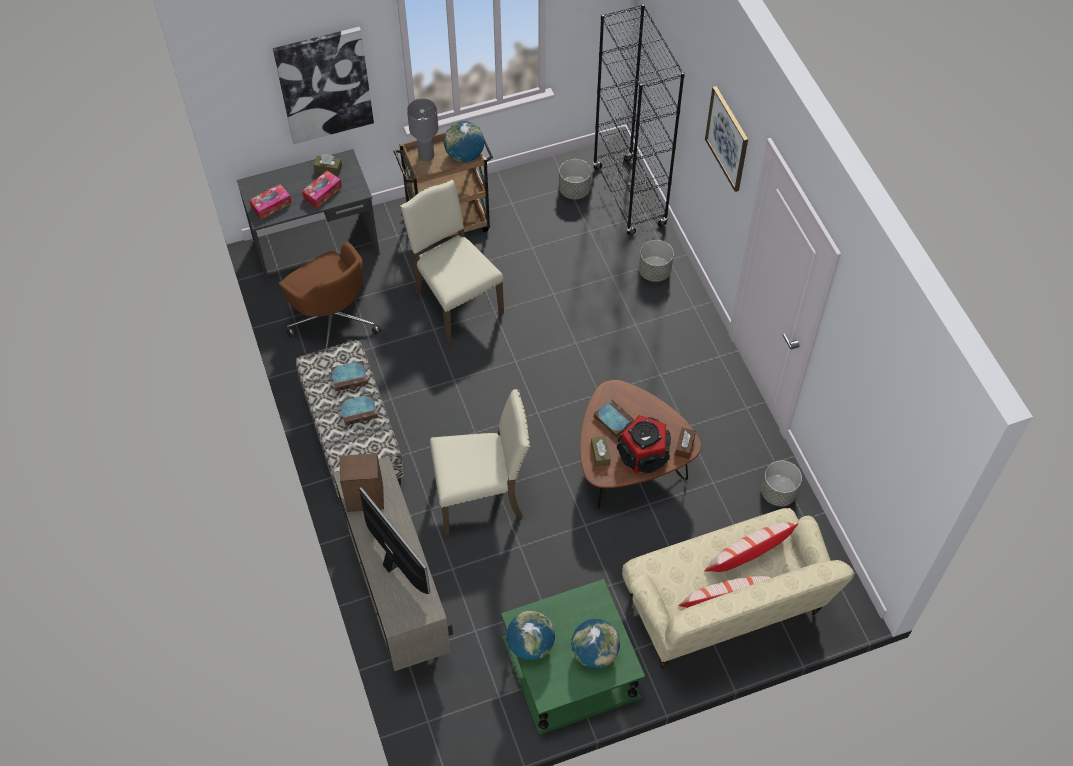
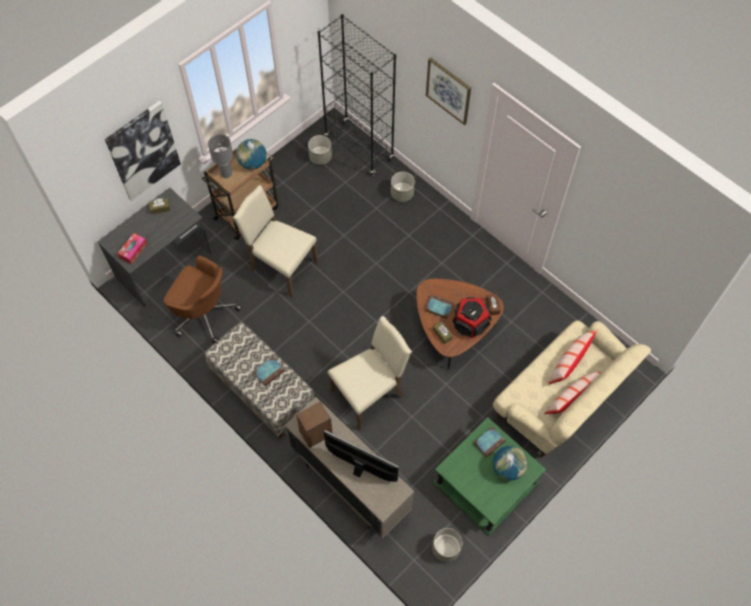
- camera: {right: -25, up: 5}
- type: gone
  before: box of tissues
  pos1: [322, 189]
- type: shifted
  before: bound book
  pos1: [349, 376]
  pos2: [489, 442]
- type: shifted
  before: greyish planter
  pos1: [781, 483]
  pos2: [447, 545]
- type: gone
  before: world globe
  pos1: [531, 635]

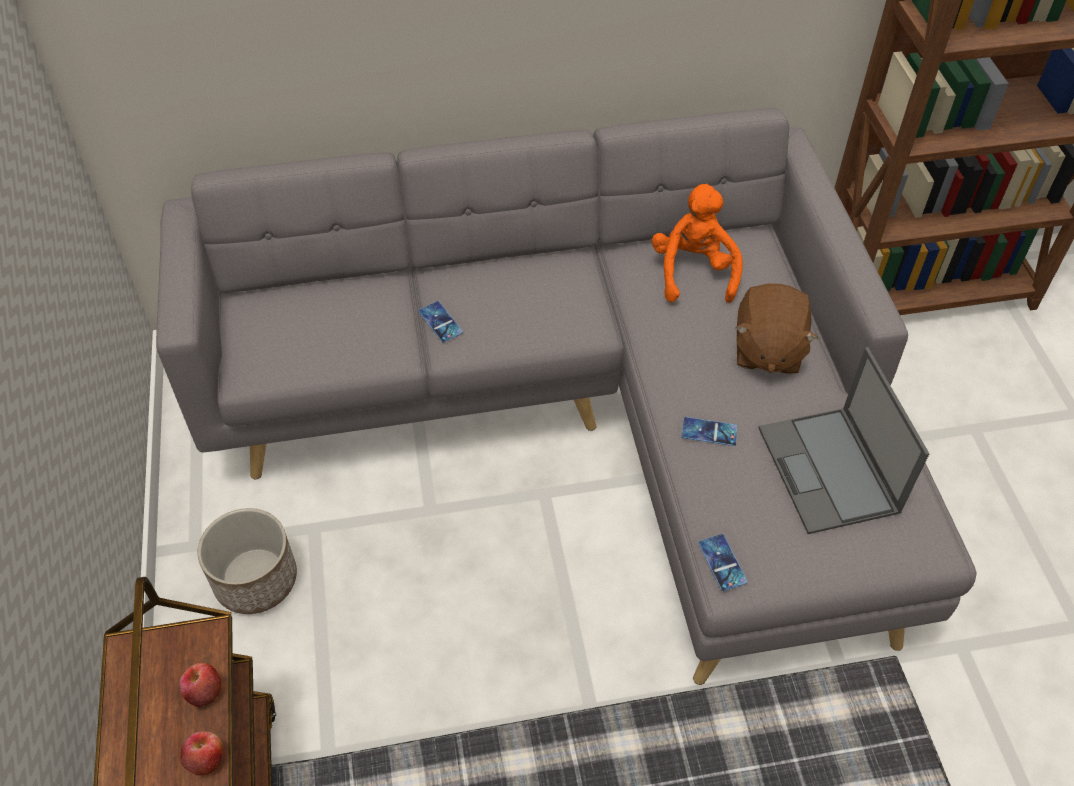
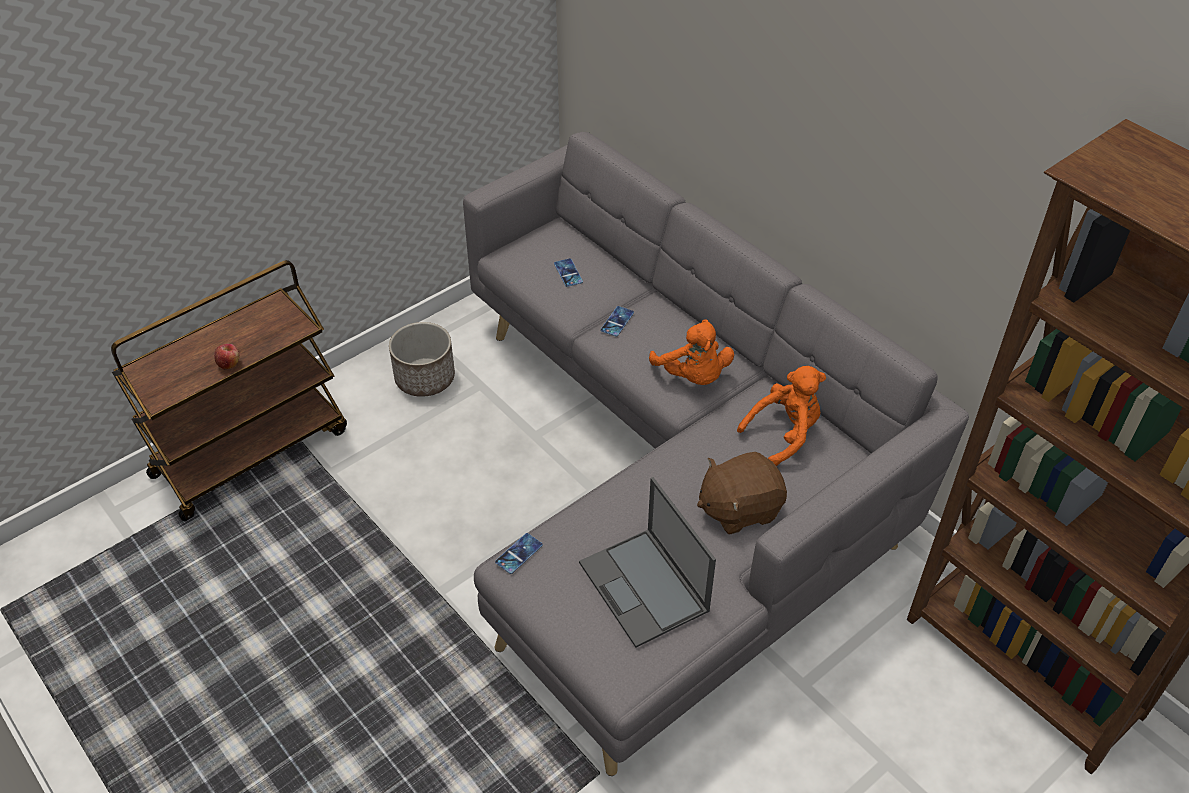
- camera: {right: 60, up: -5}
- type: rotated
  before: laptop
  pos1: [844, 440]
  pos2: [647, 562]
  turn: -75
- type: shifted
  before: handset
  pos1: [710, 431]
  pos2: [568, 272]
- type: gone
  before: whole apple
  pos1: [200, 685]
- type: new
  after: orangey plush toy
  pos2: [691, 352]

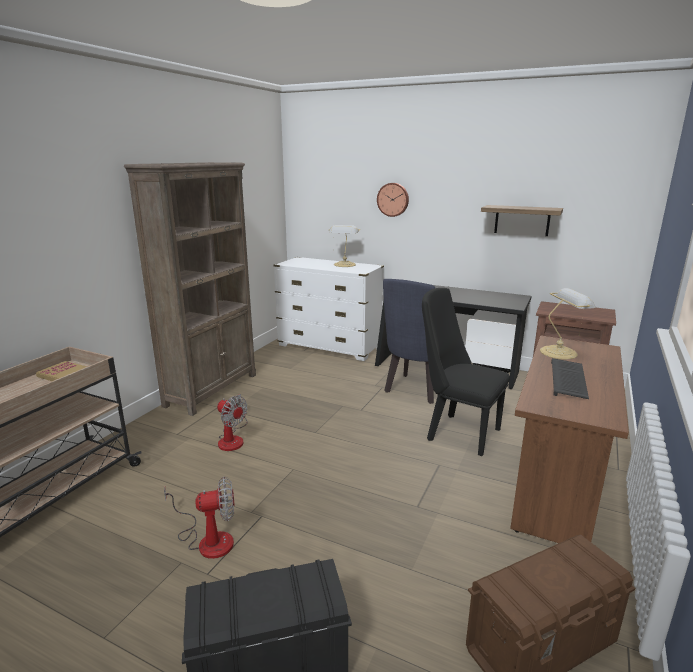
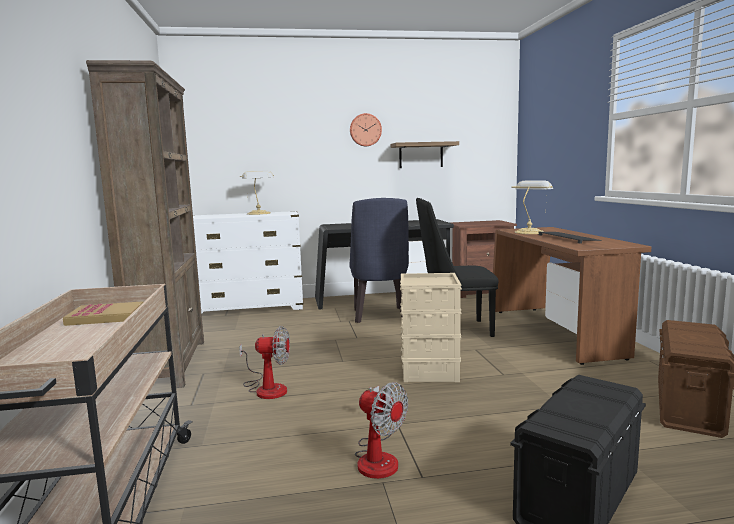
- camera: {right: -35, up: -10}
- type: shifted
  before: clock on the wall
  pos1: [393, 200]
  pos2: [366, 129]
- type: rotated
  before: electric fan
  pos1: [199, 518]
  pos2: [381, 430]
  turn: 90
- type: new
  after: beige-coloured storage box
  pos2: [431, 327]

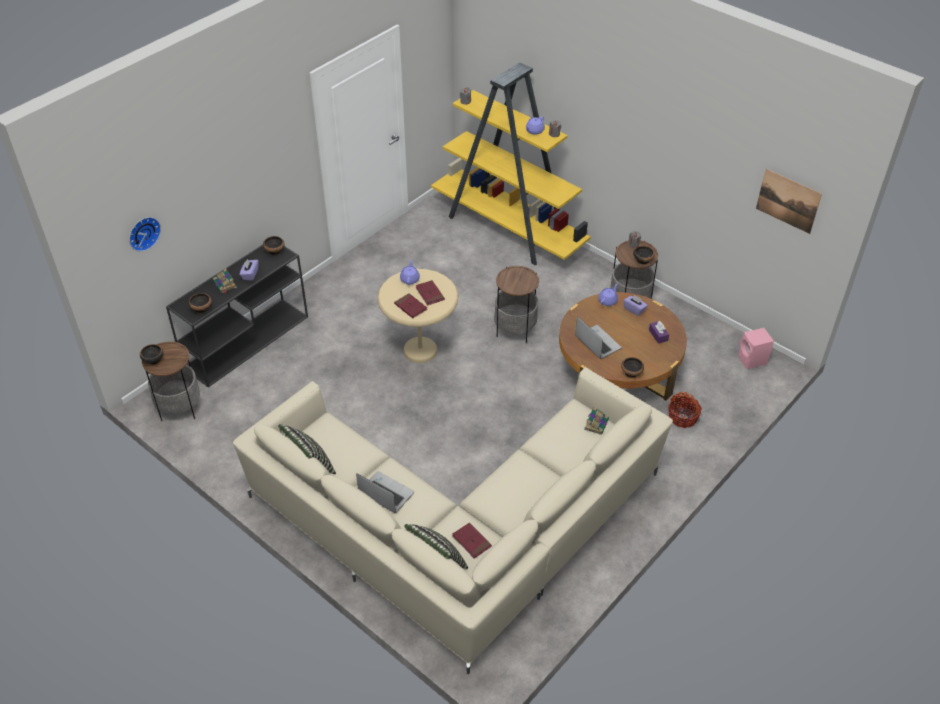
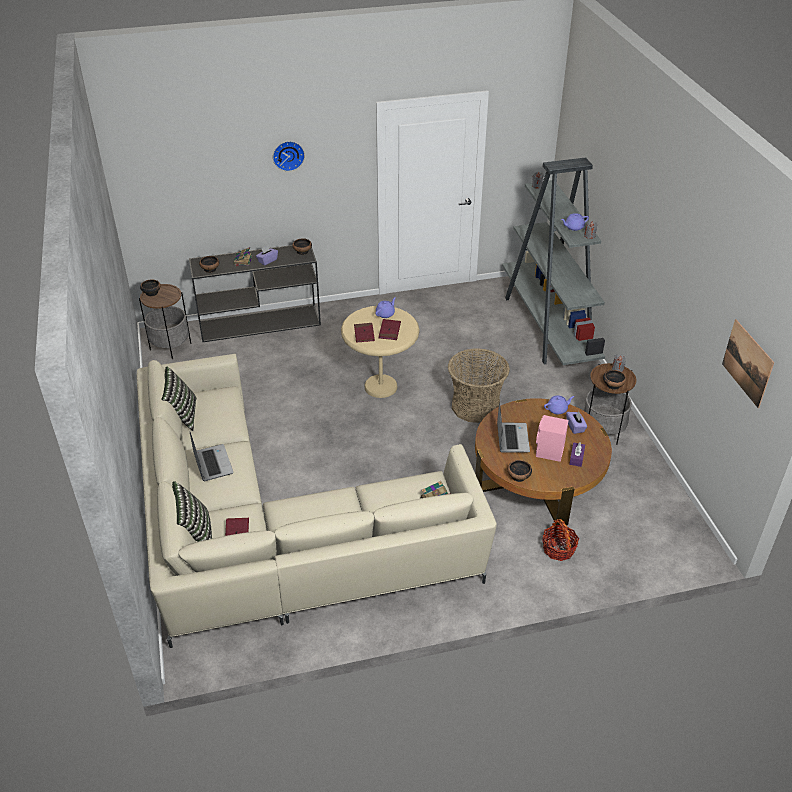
- camera: {right: 35, up: -5}
- type: repainted
  before: yellowish shelving unit
  after: greyish shelving unit
  pos1: [511, 164]
  pos2: [553, 261]
- type: shifted
  before: clock on the wall
  pos1: [145, 234]
  pos2: [289, 156]
- type: swapped
  before: side table
  after: household basket
  pos1: [516, 304]
  pos2: [479, 385]
- type: shifted
  before: pink speaker
  pos1: [756, 348]
  pos2: [552, 438]

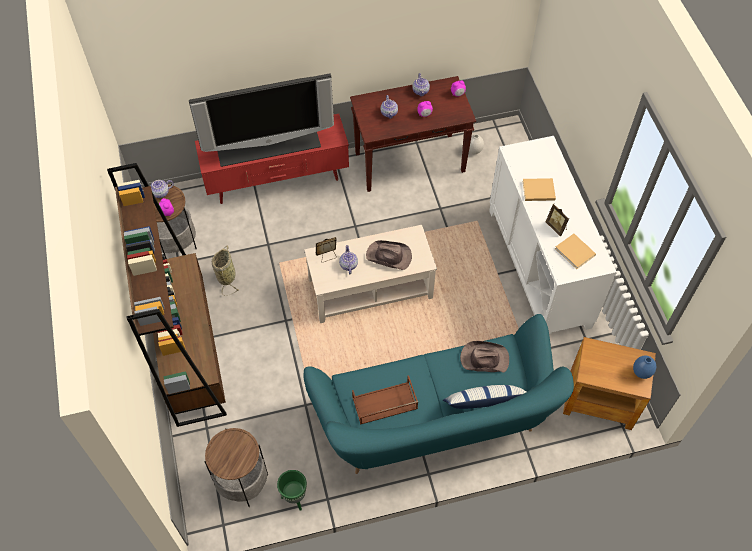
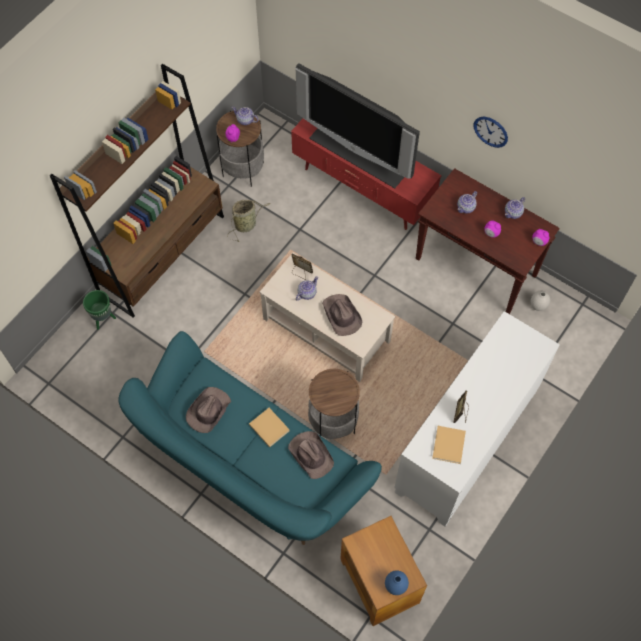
- camera: {right: 50, up: 5}
- type: shifted
  before: beige-coloured bound book
  pos1: [539, 189]
  pos2: [269, 427]
- type: swapped
  before: brownish tray
  after: brownish clothing hat
  pos1: [385, 400]
  pos2: [208, 410]
- type: gone
  before: pillow
  pos1: [485, 397]
- type: shifted
  before: side table
  pos1: [236, 467]
  pos2: [334, 404]
- type: shifted
  before: green-coloured planter
  pos1: [292, 490]
  pos2: [99, 310]
- type: new
  after: clock on the wall
  pos2: [491, 132]

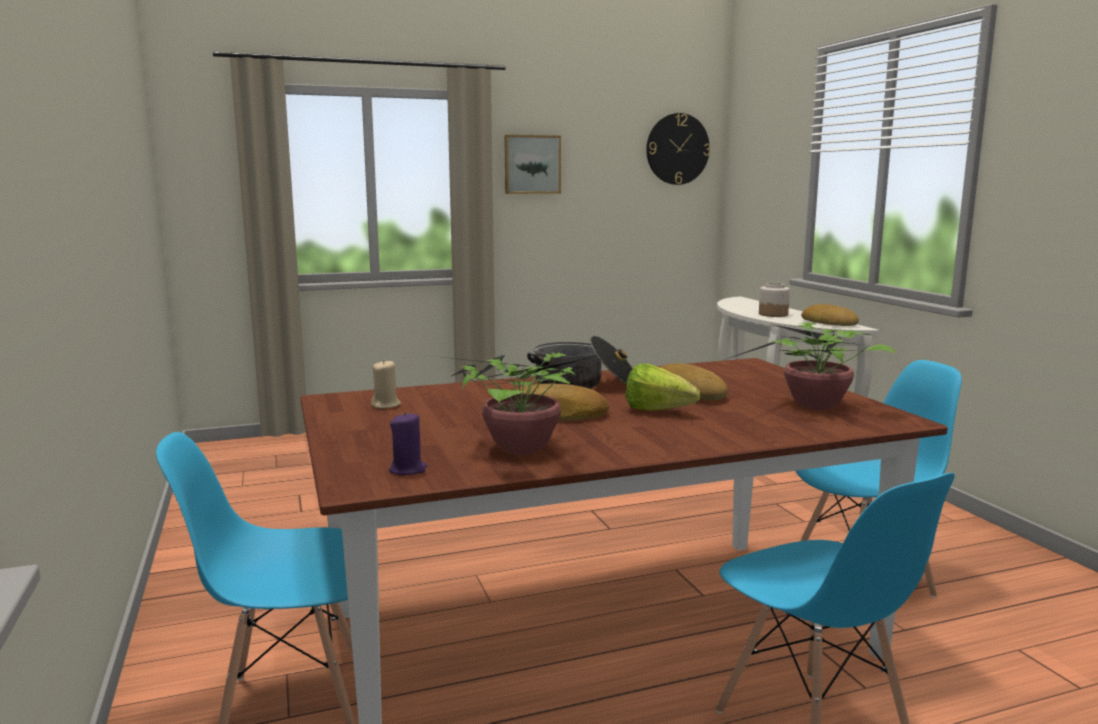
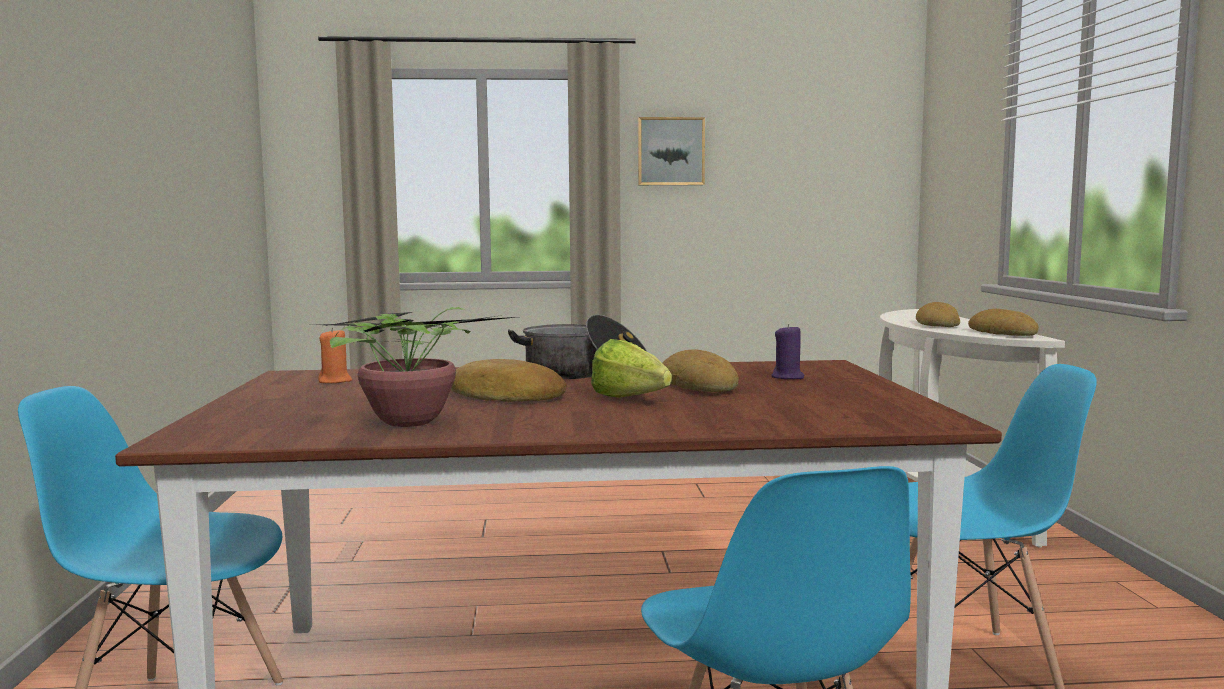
- camera: {right: 15, up: -5}
- type: gone
  before: clock on the wall
  pos1: [678, 149]
- type: swapped
  before: jar
  after: bread
  pos1: [774, 300]
  pos2: [938, 314]
- type: gone
  before: potted plant
  pos1: [811, 366]
- type: repainted
  before: beige-coloured candle
  after: orangey candle
  pos1: [386, 384]
  pos2: [335, 355]
- type: shifted
  before: purple candle
  pos1: [408, 443]
  pos2: [787, 351]

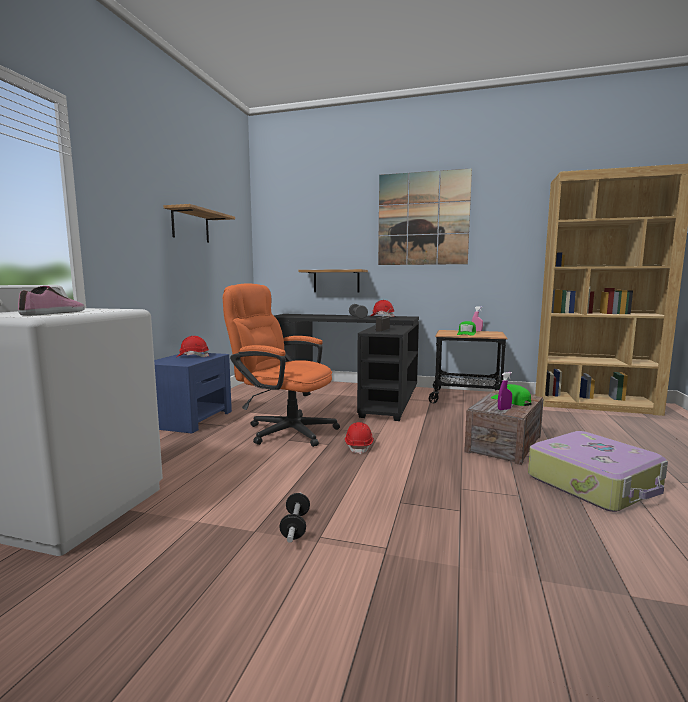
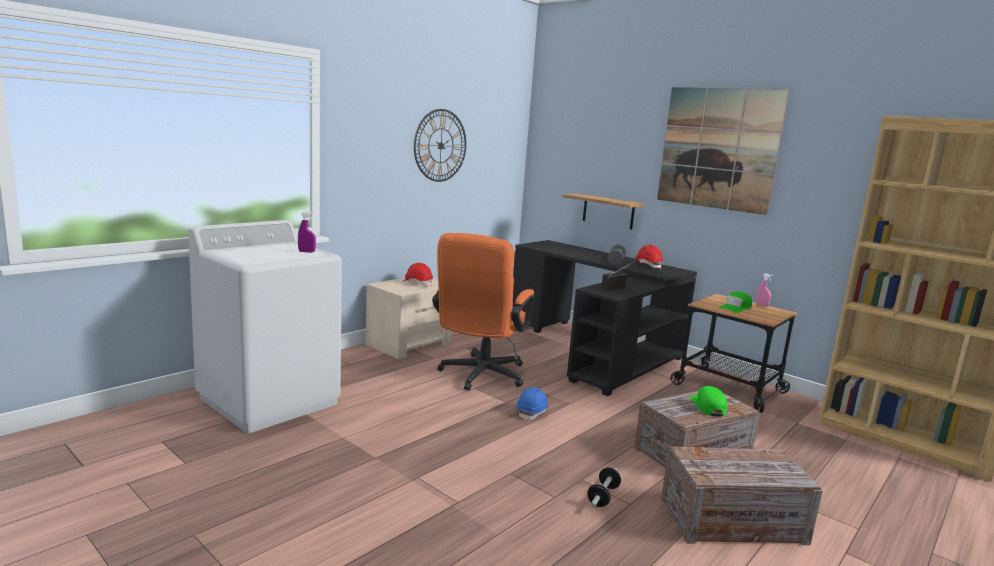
- camera: {right: 25, up: 5}
- type: swapped
  before: bracket shelf
  after: clock on the wall
  pos1: [199, 223]
  pos2: [440, 145]
- type: rotated
  before: orangey desk chair
  pos1: [281, 365]
  pos2: [483, 312]
  turn: -120
- type: gone
  before: shoe
  pos1: [51, 301]
- type: repainted
  before: blue nightstand
  after: beige-coloured nightstand
  pos1: [193, 393]
  pos2: [409, 318]
- type: shifted
  before: purple spray bottle
  pos1: [505, 391]
  pos2: [307, 232]
- type: repainted
  before: red-coloured work helmet
  after: blue work helmet
  pos1: [359, 438]
  pos2: [533, 404]
- type: swapped
  before: piece of luggage
  after: packing crate
  pos1: [598, 471]
  pos2: [741, 495]
- type: shifted
  before: free weight
  pos1: [294, 518]
  pos2: [604, 487]

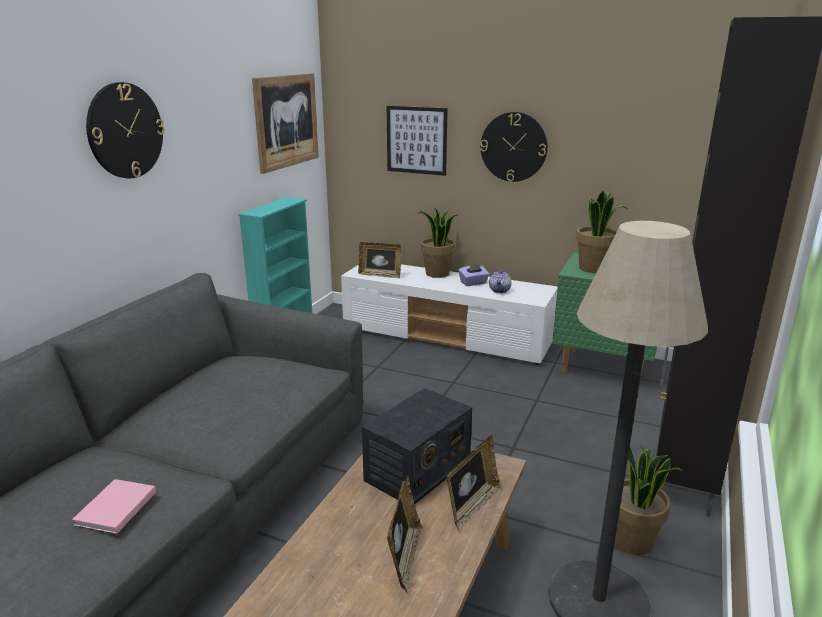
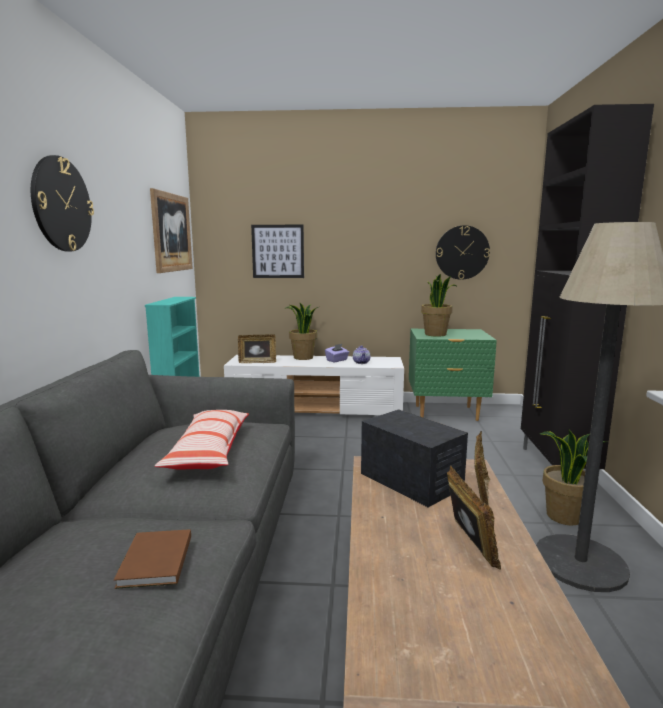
- camera: {right: -20, up: -10}
- type: shifted
  before: clock on the wall
  pos1: [514, 147]
  pos2: [463, 252]
- type: rotated
  before: radio receiver
  pos1: [417, 446]
  pos2: [414, 458]
  turn: -60
- type: repainted
  before: pink bound book
  after: brownish bound book
  pos1: [114, 506]
  pos2: [152, 559]
- type: new
  after: pillow
  pos2: [202, 440]

